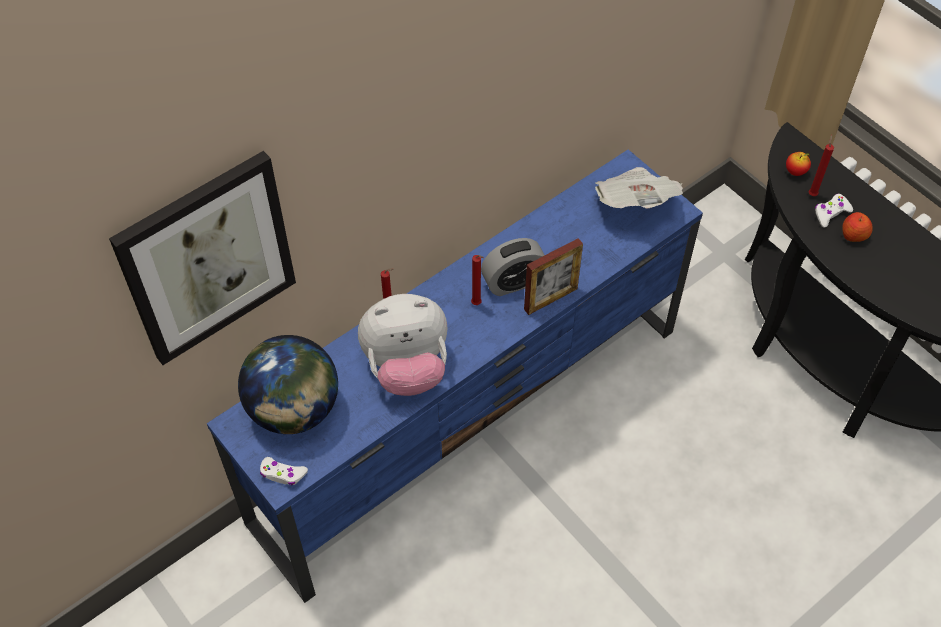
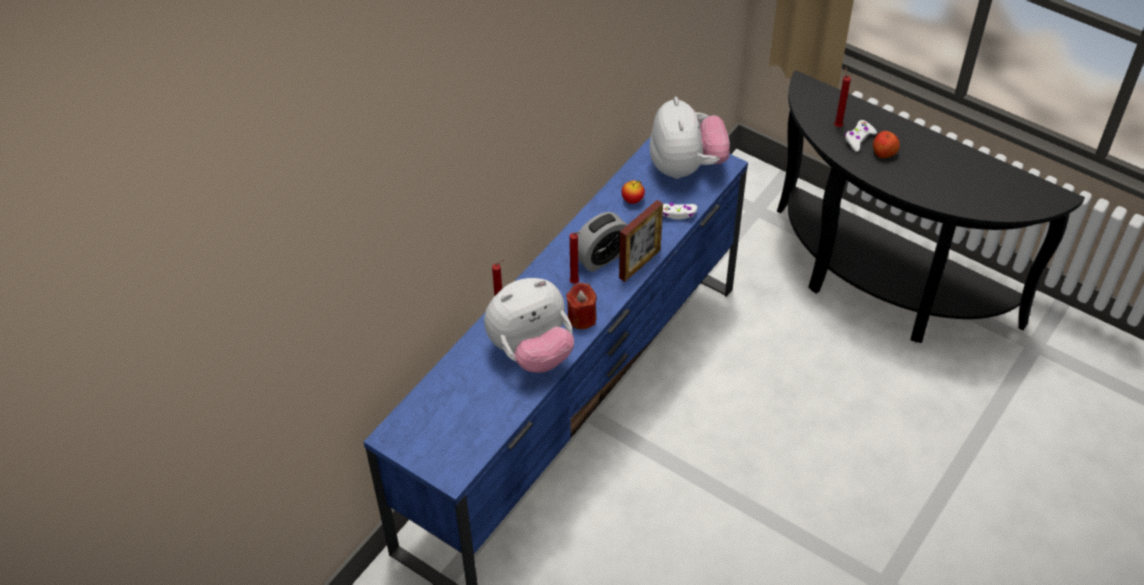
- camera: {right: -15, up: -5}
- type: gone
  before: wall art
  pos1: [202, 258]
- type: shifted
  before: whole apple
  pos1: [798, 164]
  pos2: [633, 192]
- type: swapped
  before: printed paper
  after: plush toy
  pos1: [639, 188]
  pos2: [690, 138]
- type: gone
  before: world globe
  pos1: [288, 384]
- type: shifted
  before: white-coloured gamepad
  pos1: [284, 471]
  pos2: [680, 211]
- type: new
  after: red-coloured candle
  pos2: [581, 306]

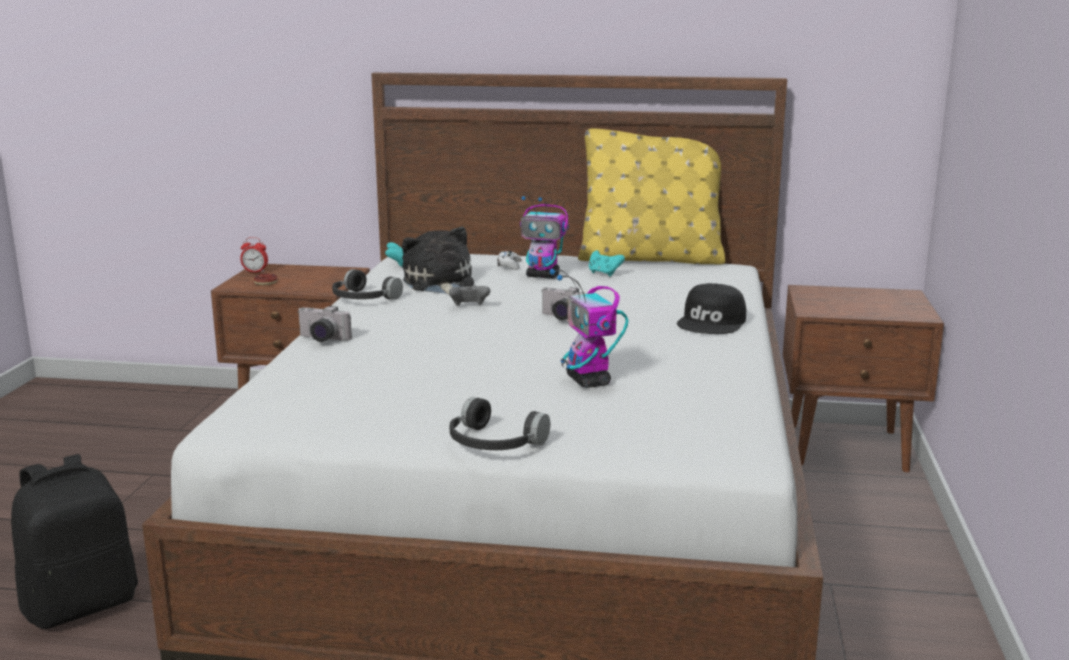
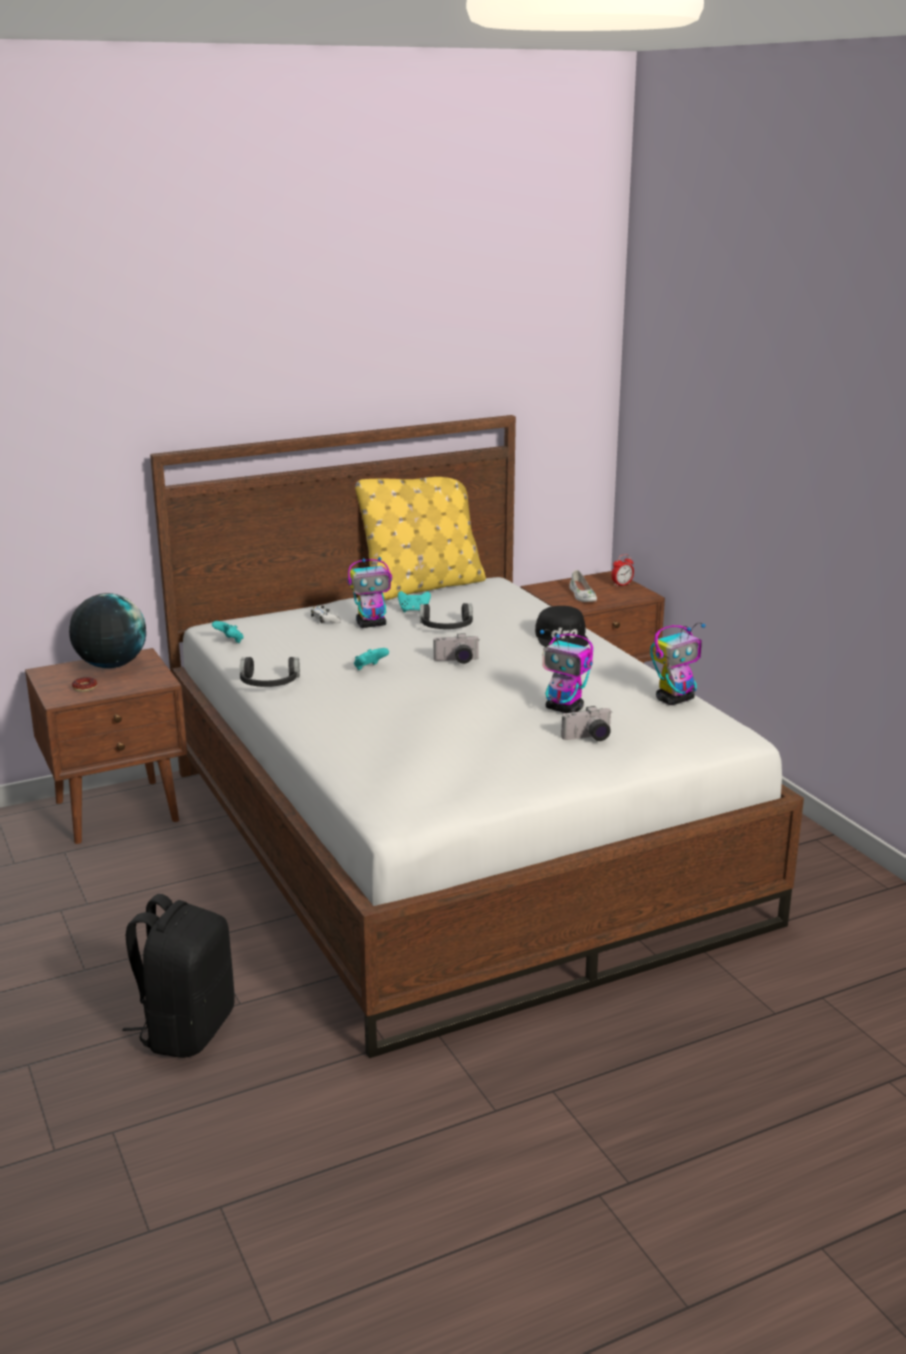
- camera: {right: -35, up: 5}
- type: gone
  before: plush toy
  pos1: [438, 260]
- type: shifted
  before: table clock
  pos1: [254, 255]
  pos2: [623, 570]
- type: repainted
  before: greyish gamepad
  after: turquoise gamepad
  pos1: [469, 295]
  pos2: [371, 659]
- type: shifted
  before: still camera
  pos1: [324, 324]
  pos2: [586, 723]
- type: shifted
  before: black-coloured pair of headphones
  pos1: [500, 423]
  pos2: [446, 616]
- type: new
  after: white-coloured shoe
  pos2: [583, 586]
- type: new
  after: world globe
  pos2: [107, 630]
- type: new
  after: toy robot
  pos2: [678, 664]

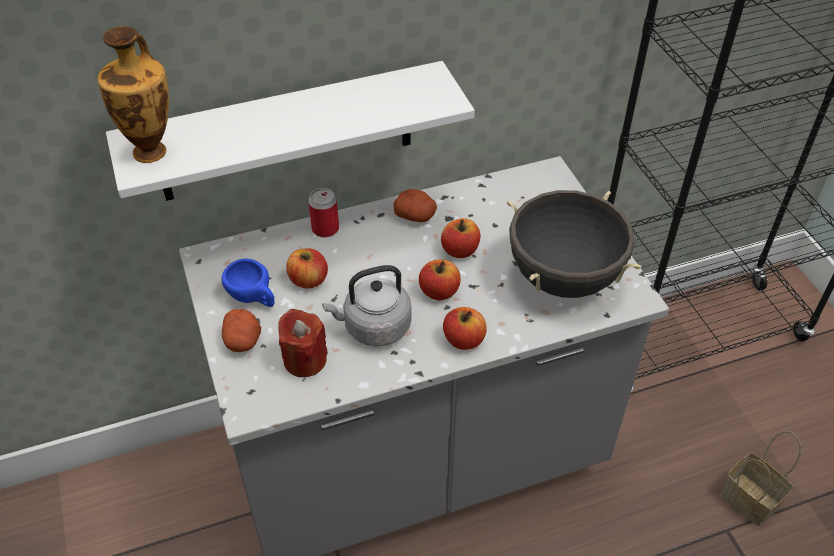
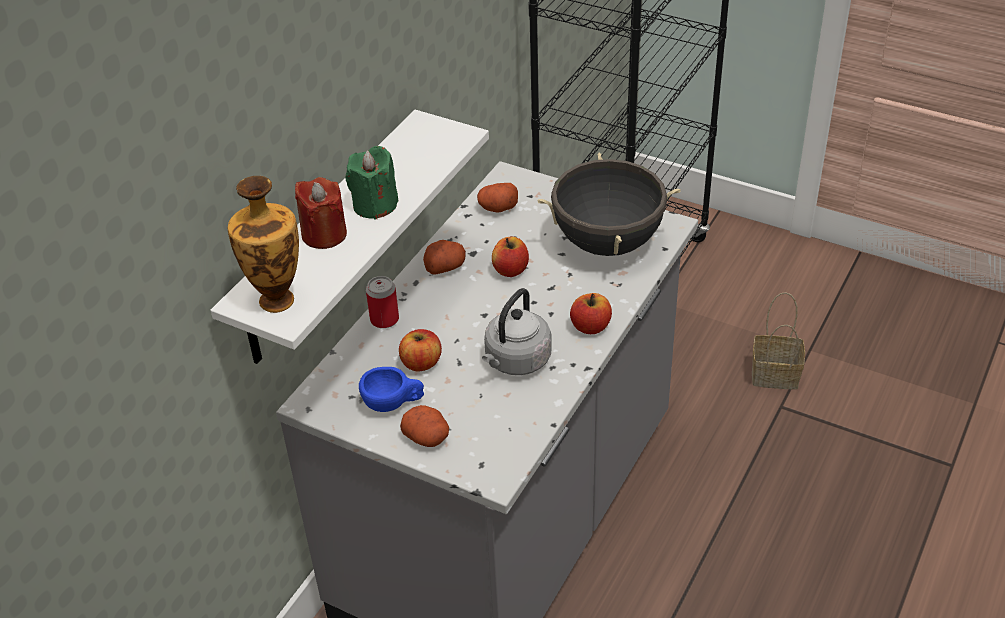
- camera: {right: -40, up: -5}
- type: gone
  before: whole apple
  pos1: [440, 280]
- type: shifted
  before: red-coloured candle
  pos1: [303, 343]
  pos2: [321, 213]
- type: new
  after: green-coloured candle
  pos2: [372, 183]
- type: new
  after: potato
  pos2: [497, 198]

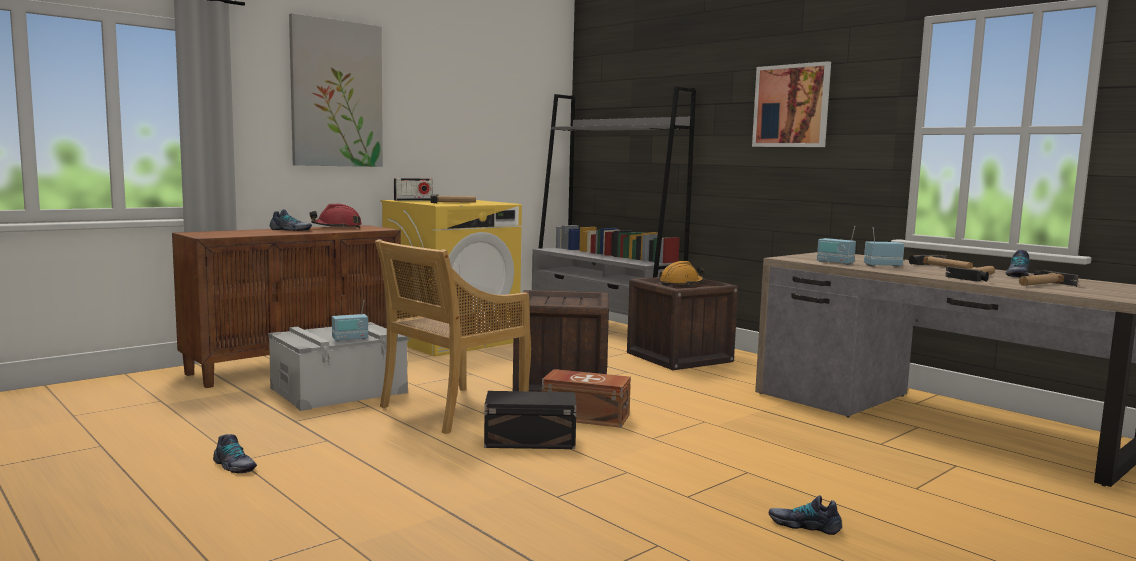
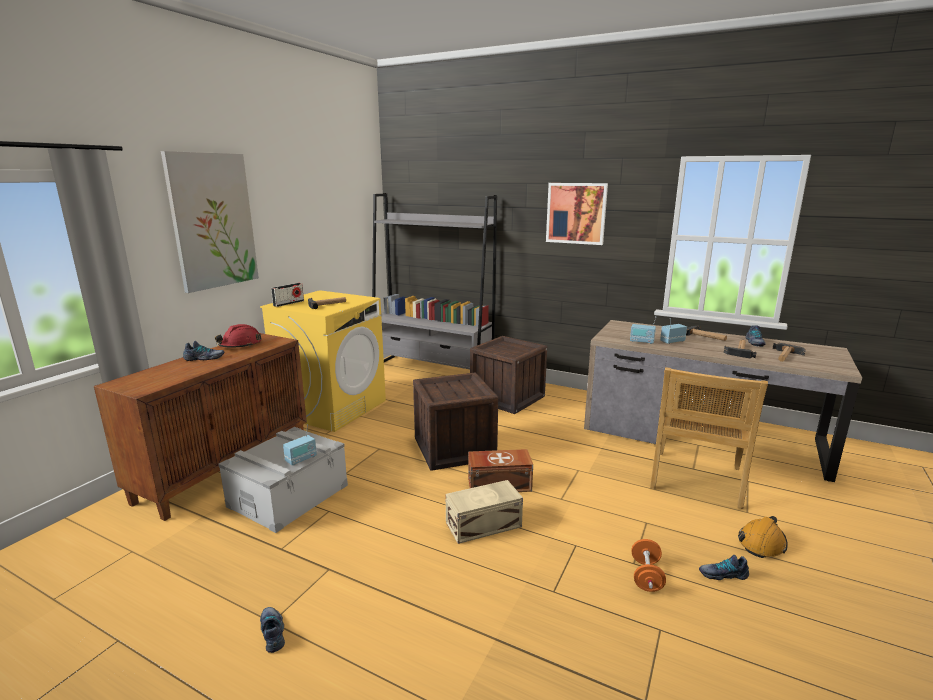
- camera: {right: -20, up: 10}
- type: shifted
  before: beige-coloured upright chair
  pos1: [453, 336]
  pos2: [709, 438]
- type: shifted
  before: orangey work helmet
  pos1: [681, 273]
  pos2: [763, 537]
- type: repainted
  before: black-coloured storage box
  after: beige-coloured storage box
  pos1: [530, 420]
  pos2: [484, 512]
- type: rotated
  before: shoe
  pos1: [235, 453]
  pos2: [272, 630]
  turn: -135
- type: new
  after: orangey free weight
  pos2: [649, 565]

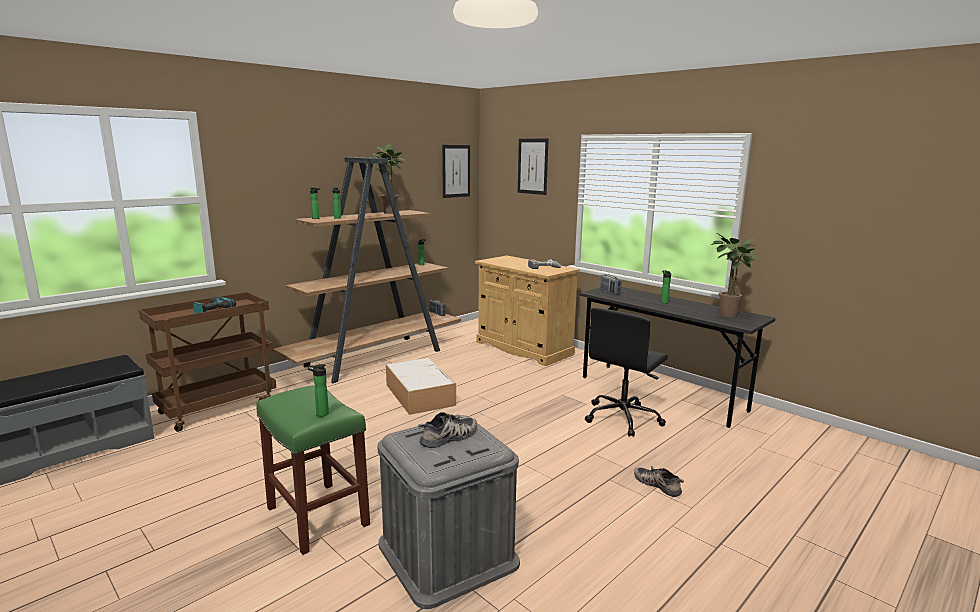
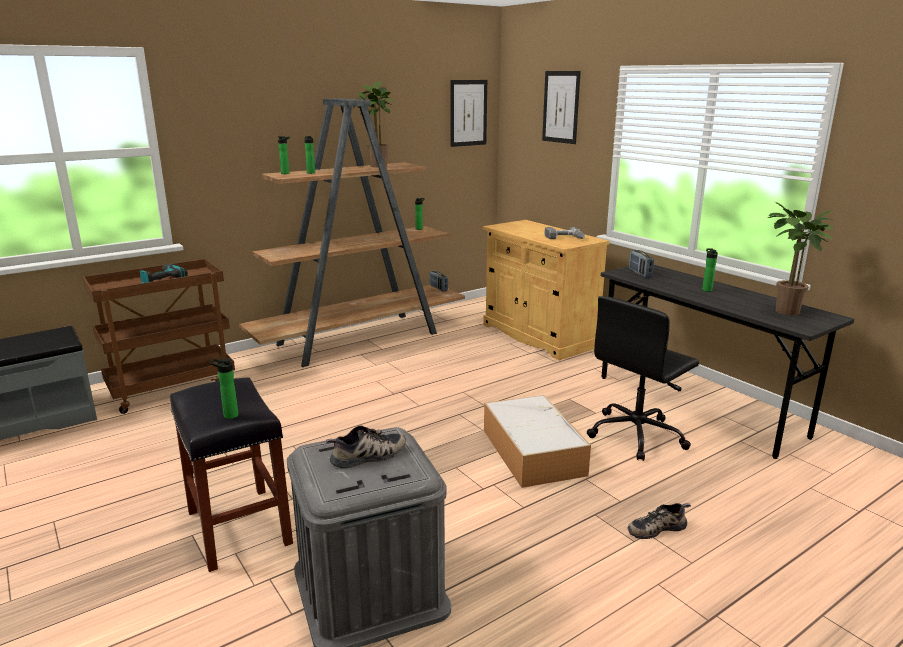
- camera: {right: 10, up: 5}
- type: shifted
  before: storage box
  pos1: [421, 386]
  pos2: [537, 441]
- type: repainted
  before: green-coloured stool
  after: black-coloured stool
  pos1: [313, 470]
  pos2: [231, 474]
- type: rotated
  before: shoe
  pos1: [659, 481]
  pos2: [659, 521]
  turn: -75

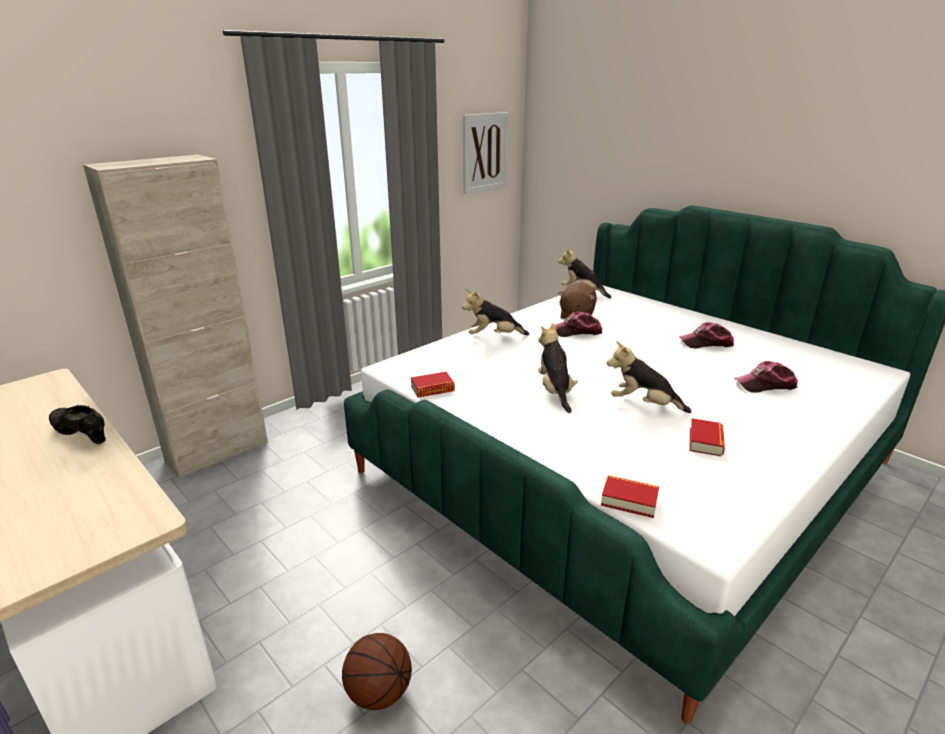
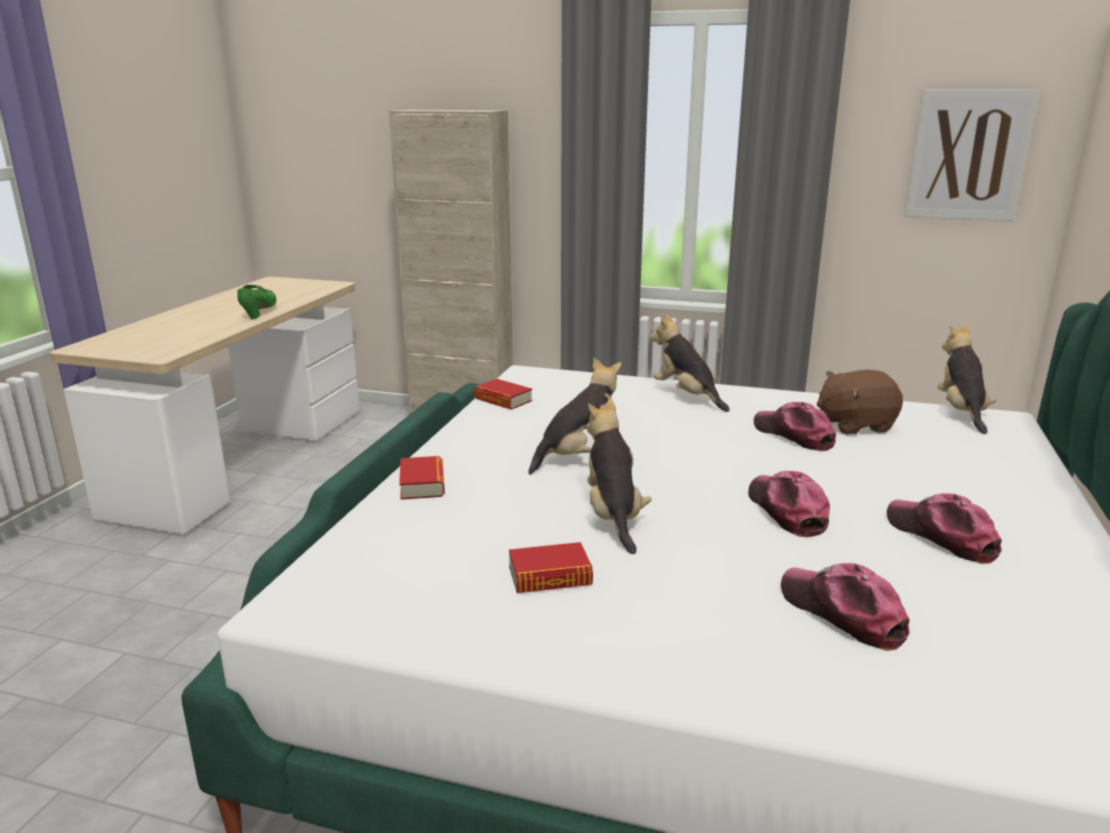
- camera: {right: 60, up: -5}
- type: repainted
  before: black-coloured shoe
  after: green-coloured shoe
  pos1: [77, 424]
  pos2: [256, 302]
- type: shifted
  before: bound book
  pos1: [630, 496]
  pos2: [422, 478]
- type: gone
  before: basketball
  pos1: [377, 671]
- type: new
  after: cap
  pos2: [789, 504]

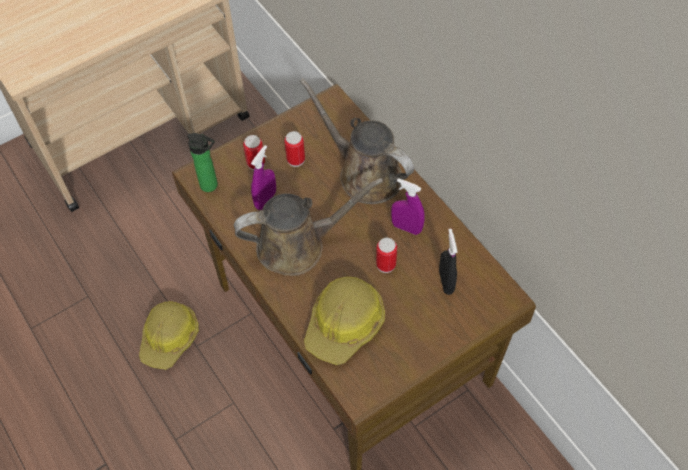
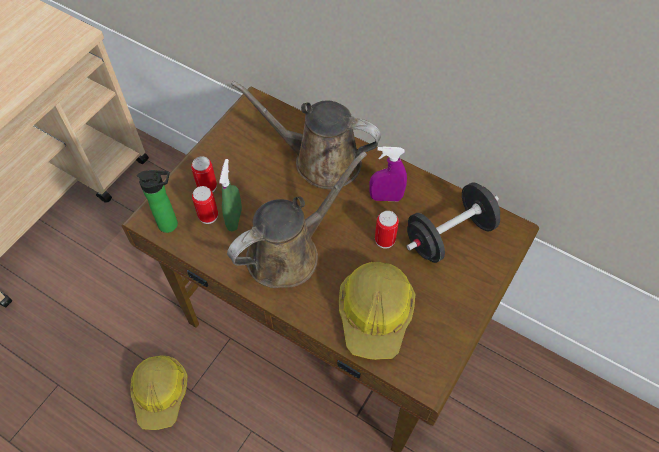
- camera: {right: -25, up: 0}
- type: shifted
  before: can
  pos1: [294, 149]
  pos2: [205, 205]
- type: repainted
  before: purple spray bottle
  after: green-coloured spray bottle
  pos1: [263, 177]
  pos2: [230, 195]
- type: swapped
  before: black-coloured spray bottle
  after: black-coloured free weight
  pos1: [448, 262]
  pos2: [453, 223]

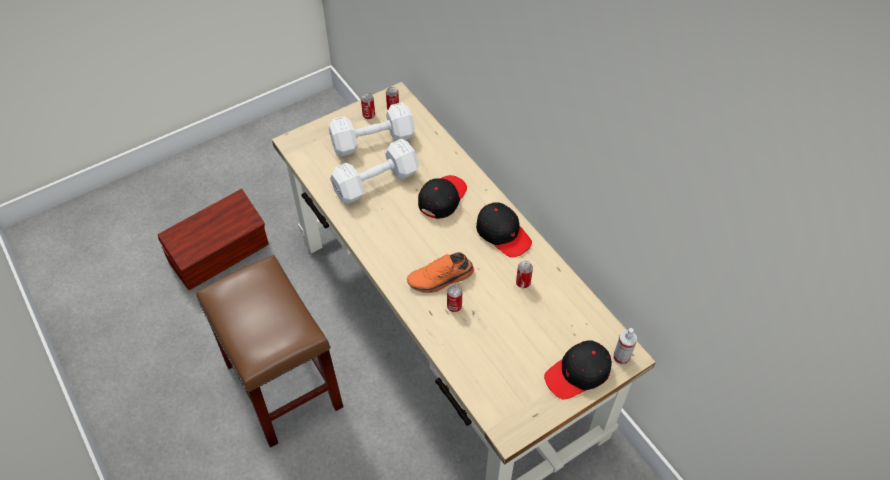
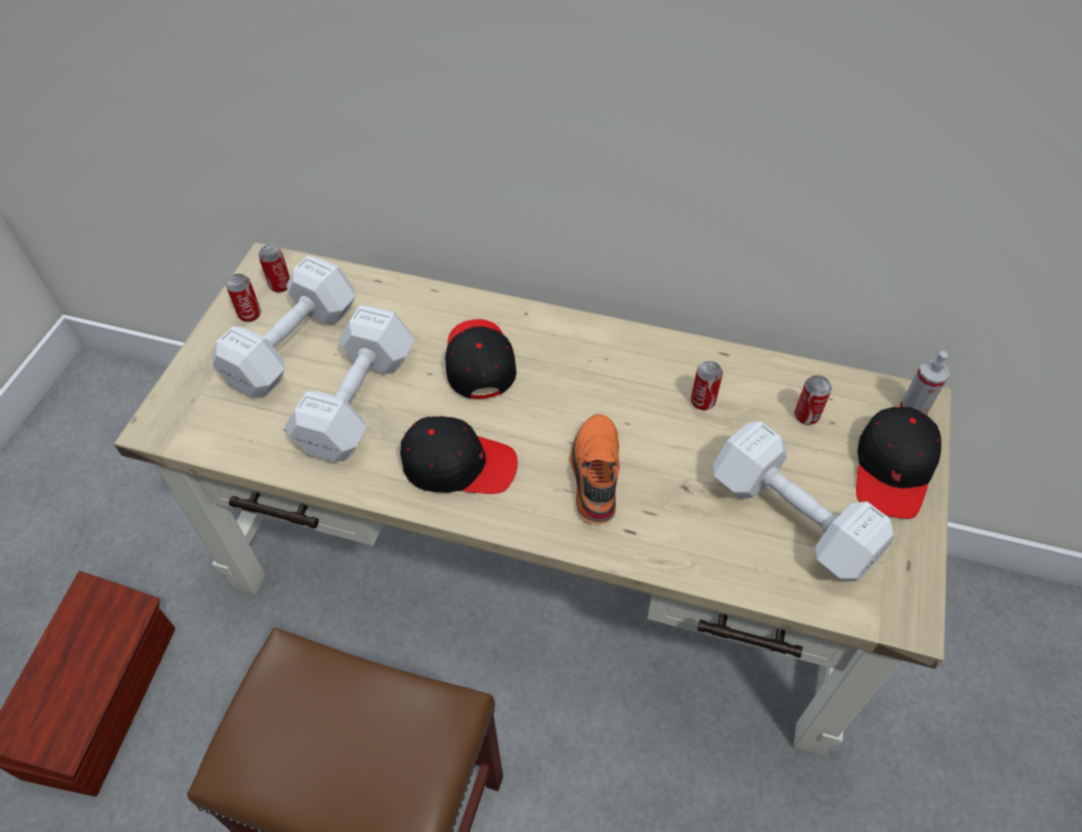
- camera: {right: -40, up: 0}
- type: shifted
  before: black-coloured cap
  pos1: [504, 230]
  pos2: [459, 455]
- type: rotated
  before: orangey shoe
  pos1: [440, 272]
  pos2: [595, 469]
  turn: 150
- type: shifted
  before: can
  pos1: [454, 298]
  pos2: [813, 400]
- type: new
  after: white-coloured free weight
  pos2: [803, 501]

